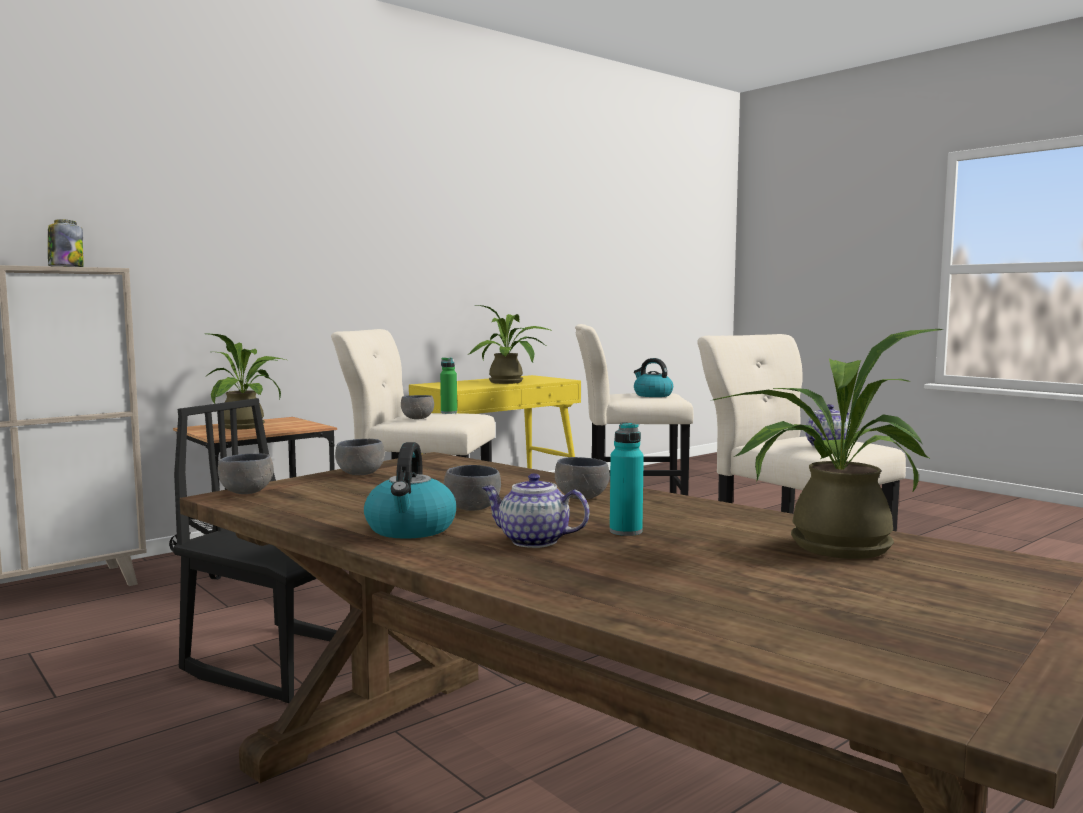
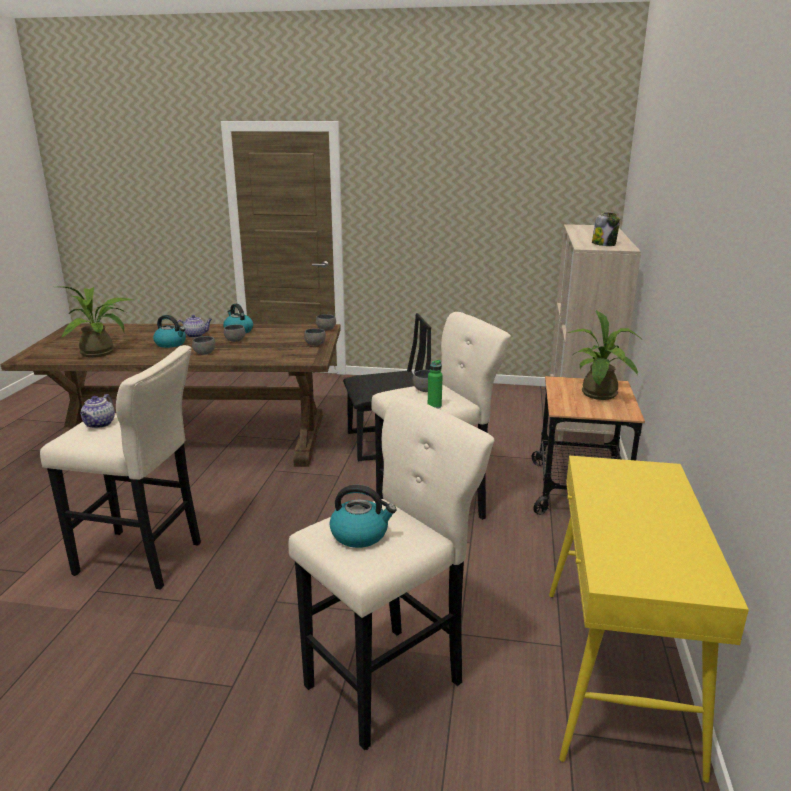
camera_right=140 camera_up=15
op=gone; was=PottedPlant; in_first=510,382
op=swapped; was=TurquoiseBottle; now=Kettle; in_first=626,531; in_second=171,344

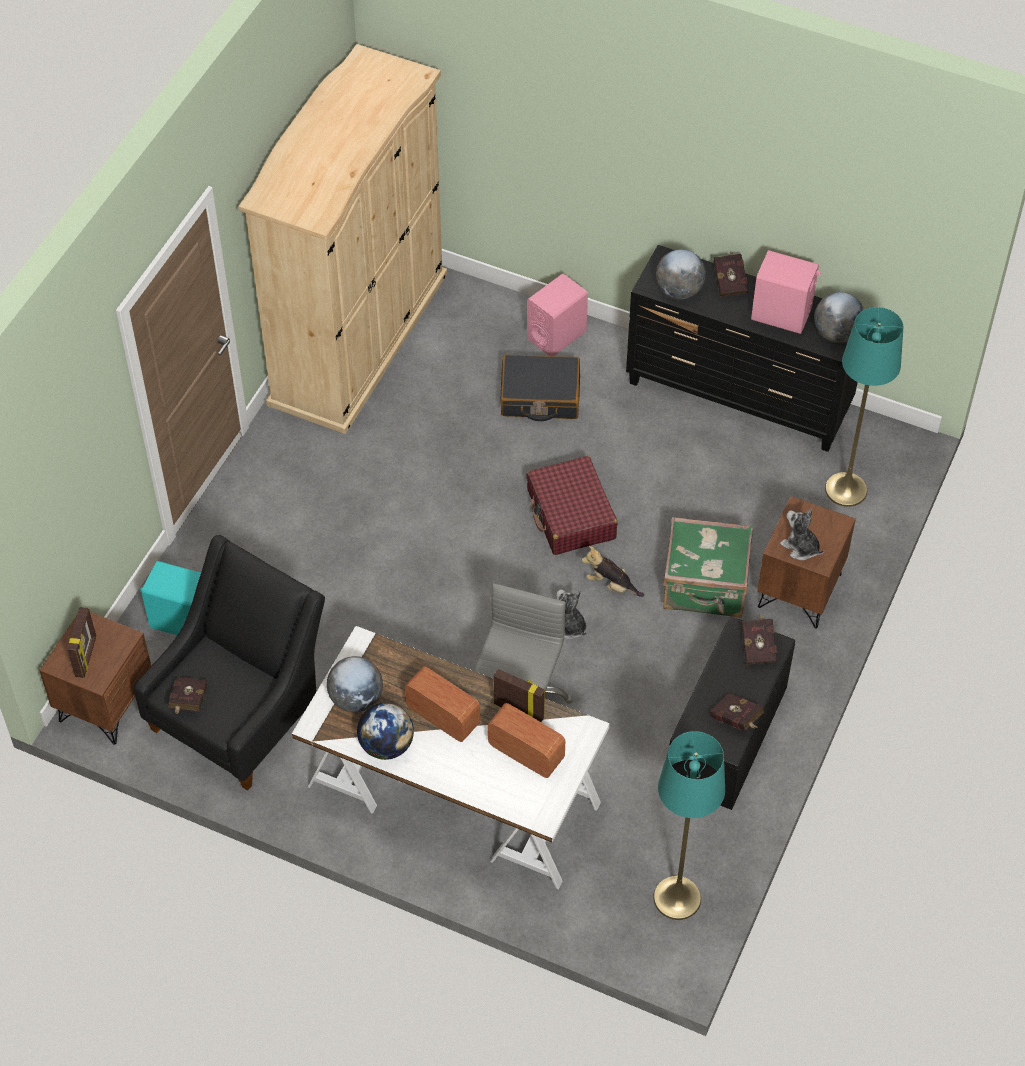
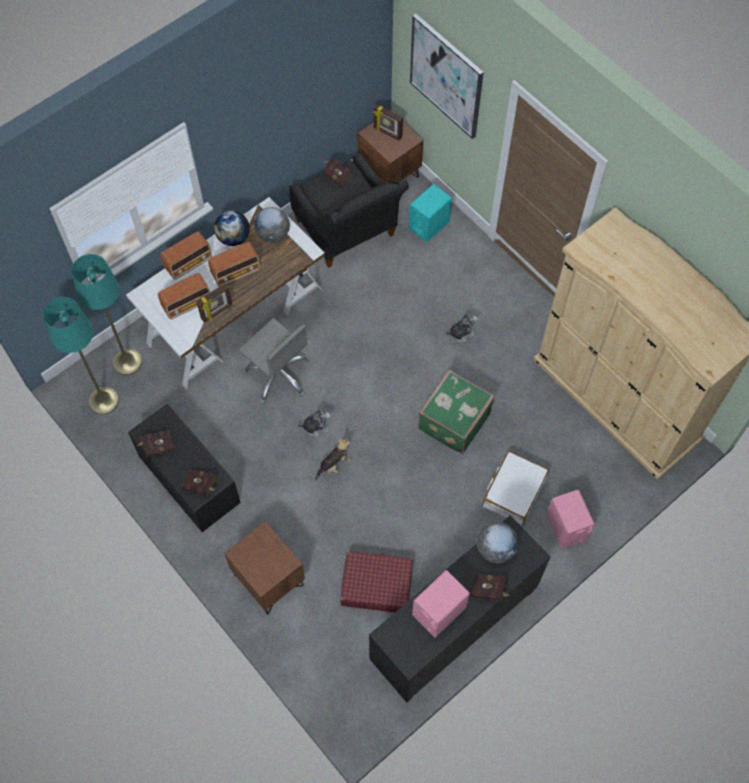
camera_right=115 camera_up=10
op=gone; was=Globe; in_first=836,334
op=new; now=Radio; in_second=189,263
op=new; now=Picture; in_second=446,76
op=shifted; was=RedSuitcase; in_first=571,515; in_second=376,585
op=shifted; was=GreenSuitcase; in_first=705,587; in_second=452,421
op=shifted; was=PlushToy; in_first=800,547; in_second=461,333
op=shifted; was=TurquoiseFloorLamp; in_first=846,489; in_second=127,361
op=repainted; was=BlackSuitcase; now=WhiteSuitcase; in_first=540,396; in_second=513,491

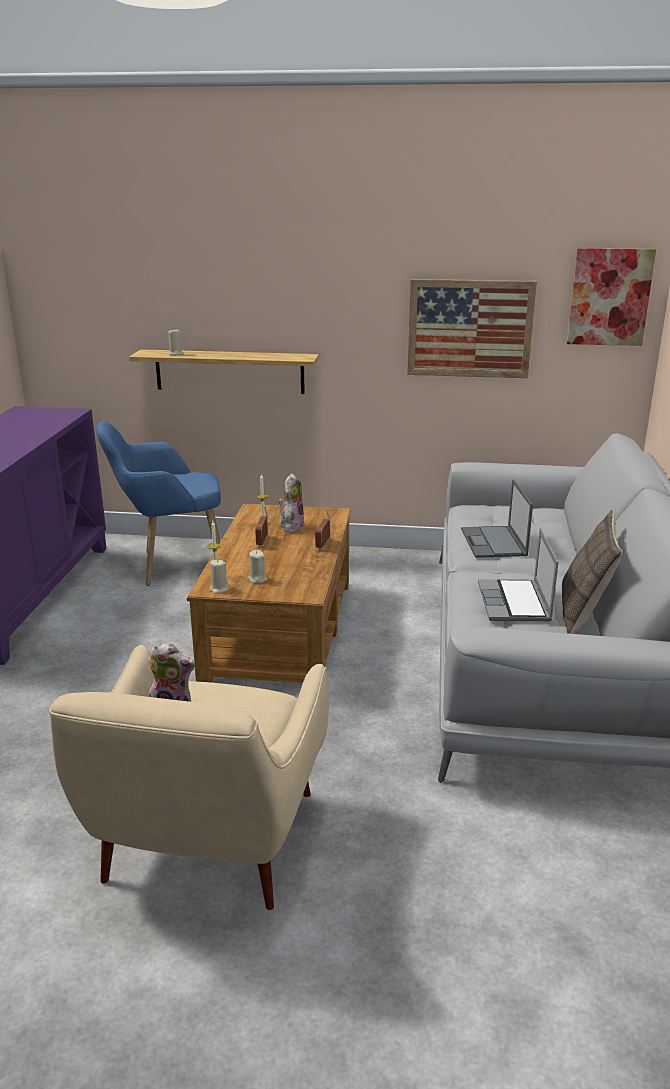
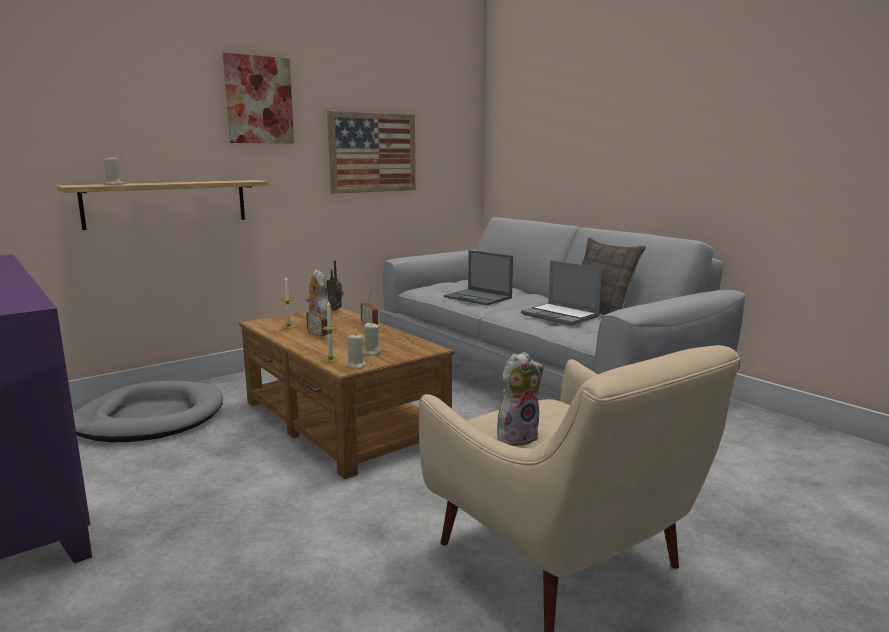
camera_right=-45 camera_up=-10
op=new; now=Radio; in_second=335,309
op=shifted; was=Picture; in_first=609,297; in_second=259,100
op=swapped; was=BlueArmchair; now=GreyDogBed; in_first=171,567; in_second=150,418

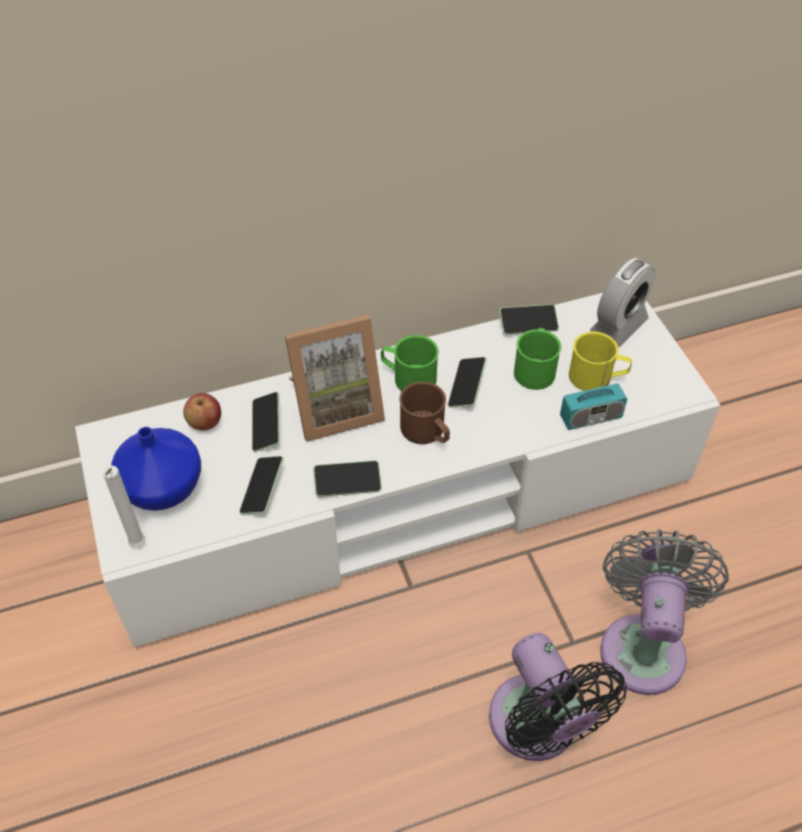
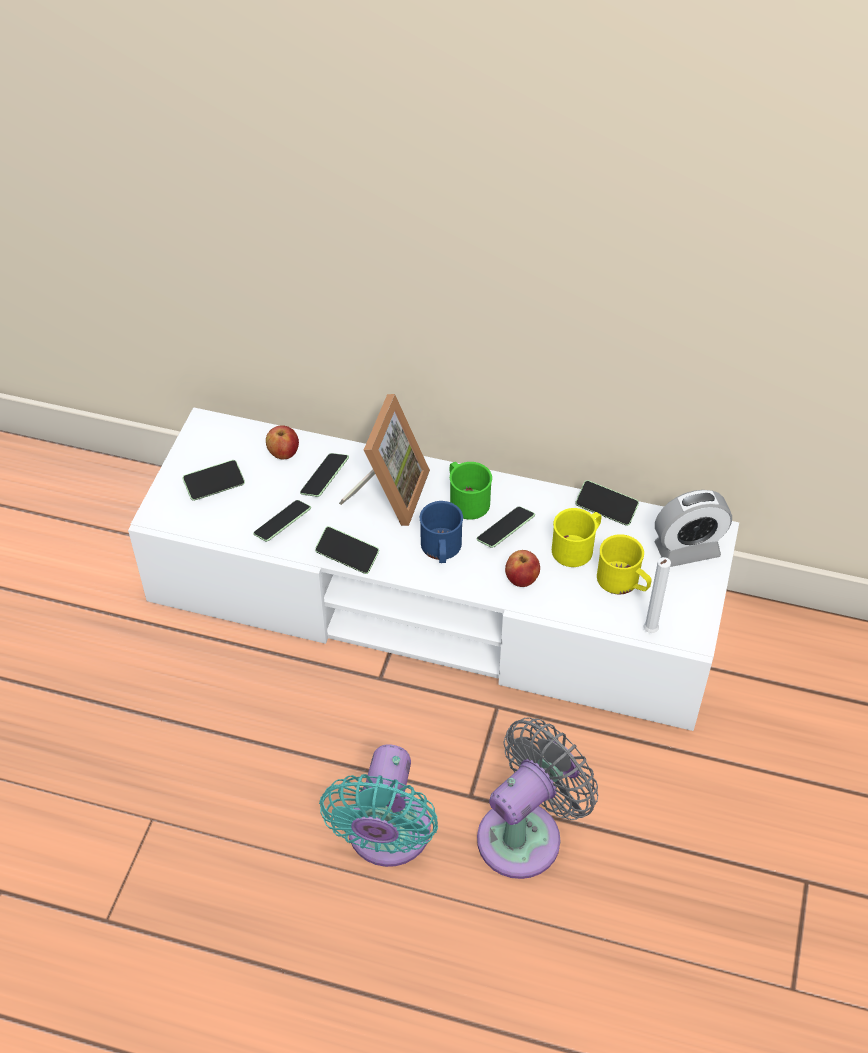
camera_right=35 camera_up=0
op=gone; was=Radio; in_first=590,417
op=new; now=Apple; in_second=522,579
op=shifted; was=WhiteCandle; in_first=137,546; in_second=649,632
op=swapped; was=BlueVase; now=Phone; in_first=161,489; in_second=214,485
op=repainted; was=BrownMug; now=BlueMug; in_first=426,432; in_second=441,550
op=repainted; was=BlackFan; now=TurquoiseFan; in_first=538,727; in_second=386,838
op=repainted; was=GreenMug; now=YellowMug; in_first=535,369; in_second=577,547
op=rotated; was=PictureFrame; in_first=335,407; in_second=388,493; clockwise=-90

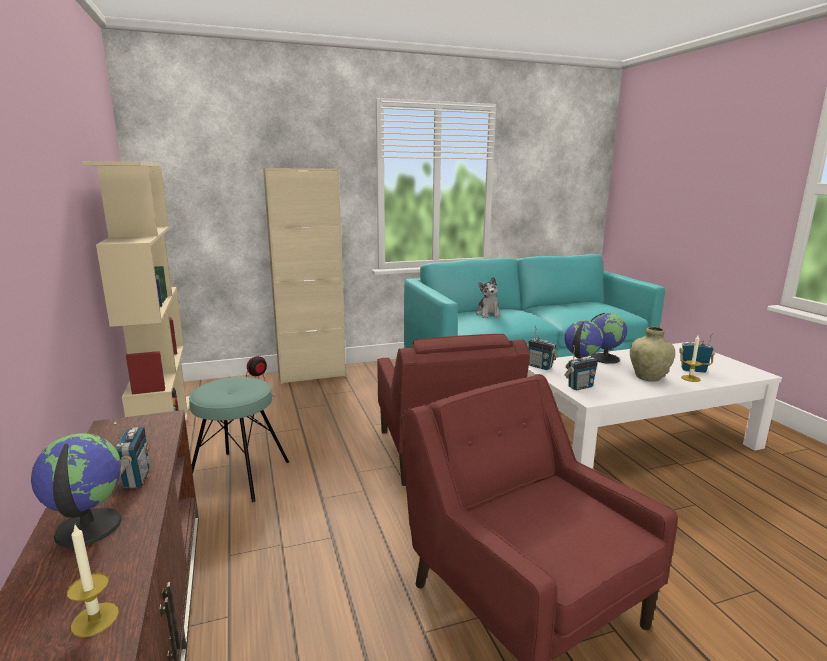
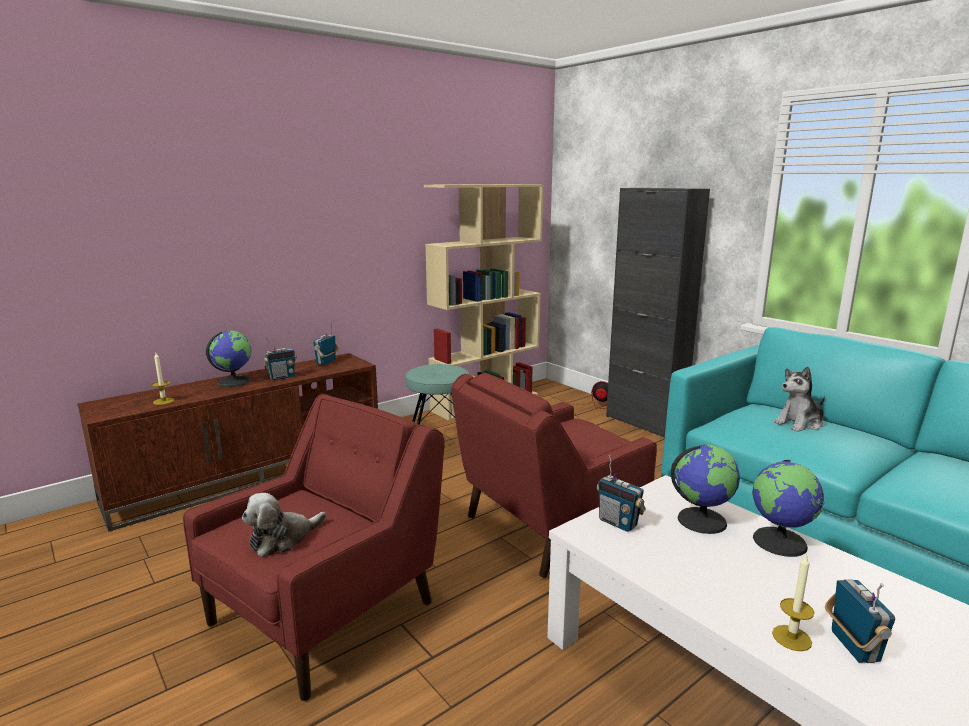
camera_right=70 camera_up=0
op=gone; was=BeigeVase; in_first=648,377
op=new; now=PlushToy; in_second=283,539
op=shifted; was=Radio; in_first=540,366; in_second=326,362
op=repainted; was=BeigeCabinet; now=BlackCabinet; in_first=312,375; in_second=644,423

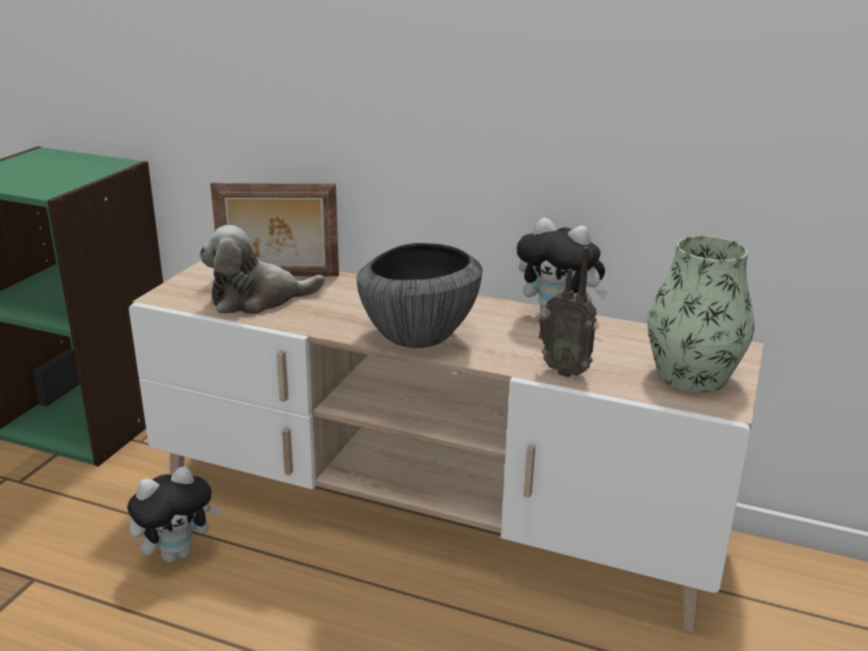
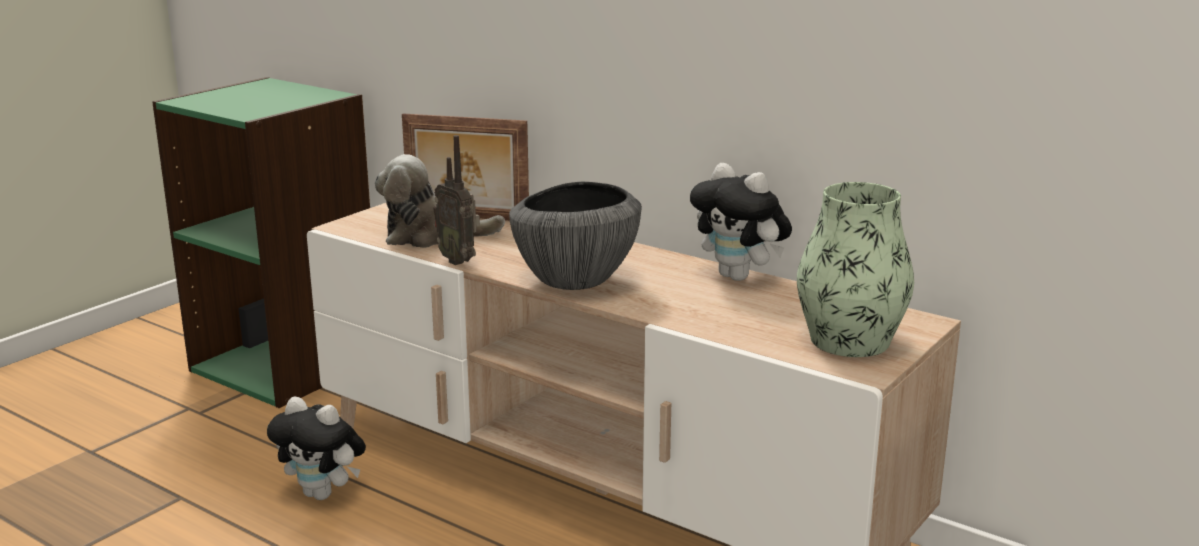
camera_right=15 camera_up=-5
op=shifted; was=Radio; in_first=565,370; in_second=459,260
op=rotated; was=PlushToy; in_first=177,553; in_second=323,494; clockwise=45

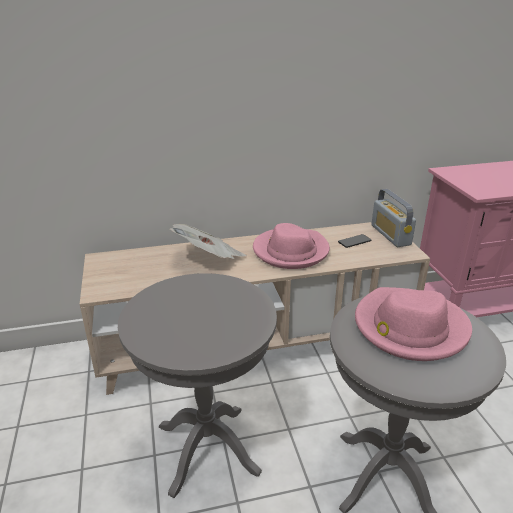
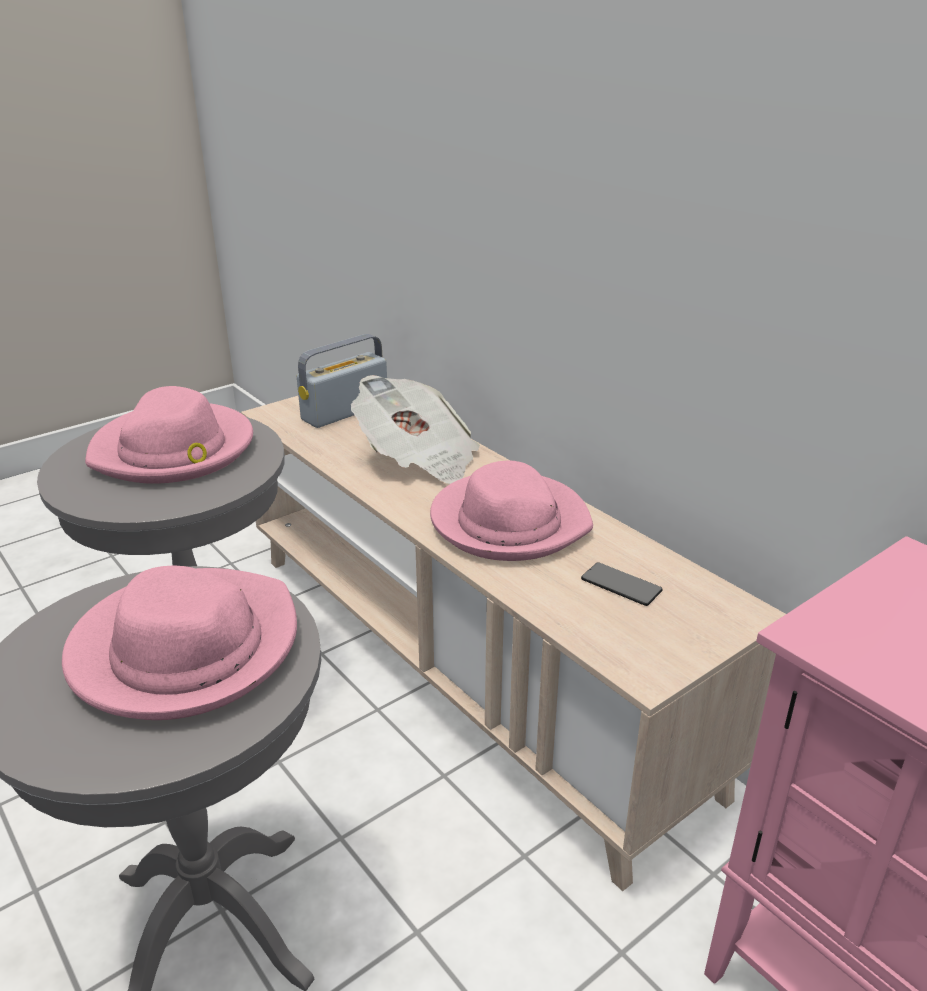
camera_right=65 camera_up=0
op=new; now=PinkHat; in_second=174,450
op=shifted; was=Radio; in_first=390,235; in_second=345,411

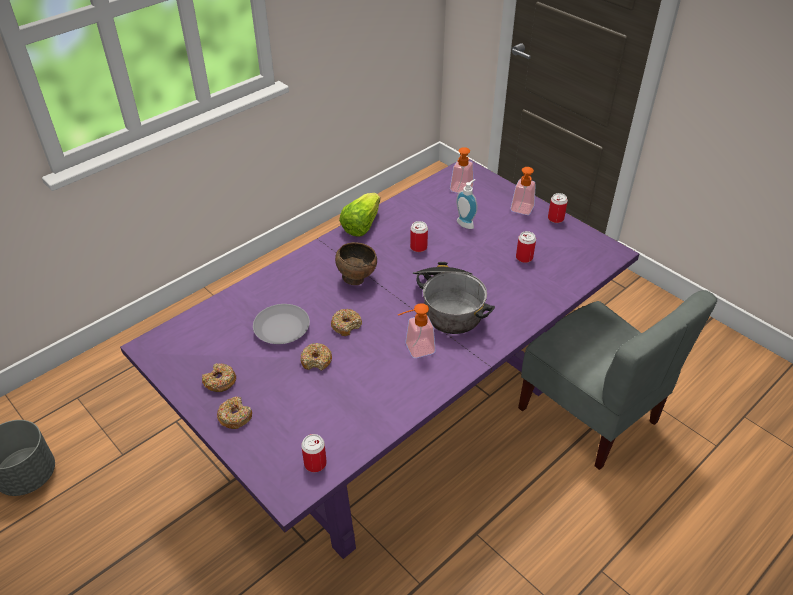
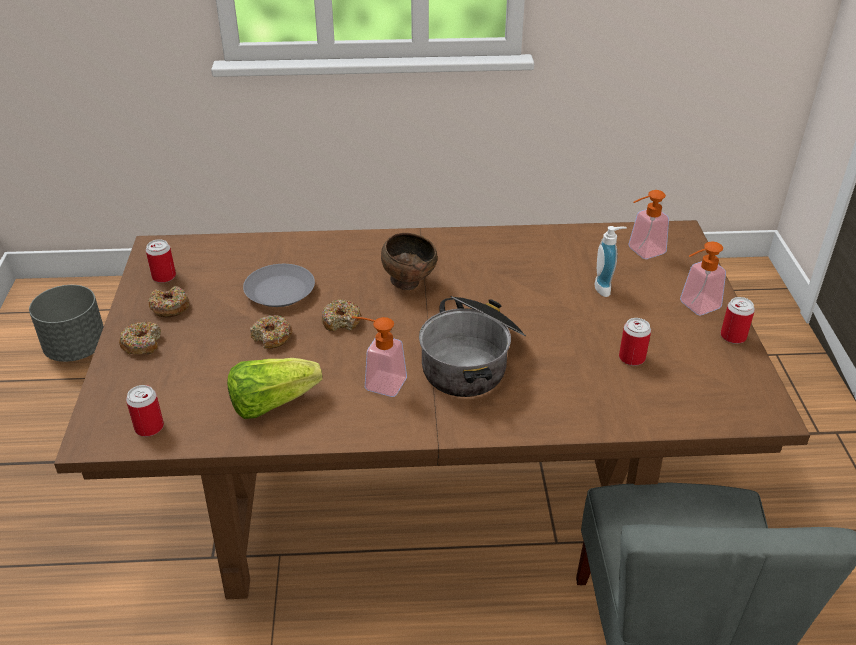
camera_right=40 camera_up=-5
op=shifted; was=Lettuce; in_first=361,225; in_second=272,403
op=shifted; was=Can; in_first=418,247; in_second=164,277
op=repainted; was=PurpleDiningTable; now=BrownDiningTable; in_first=395,417; in_second=425,496

